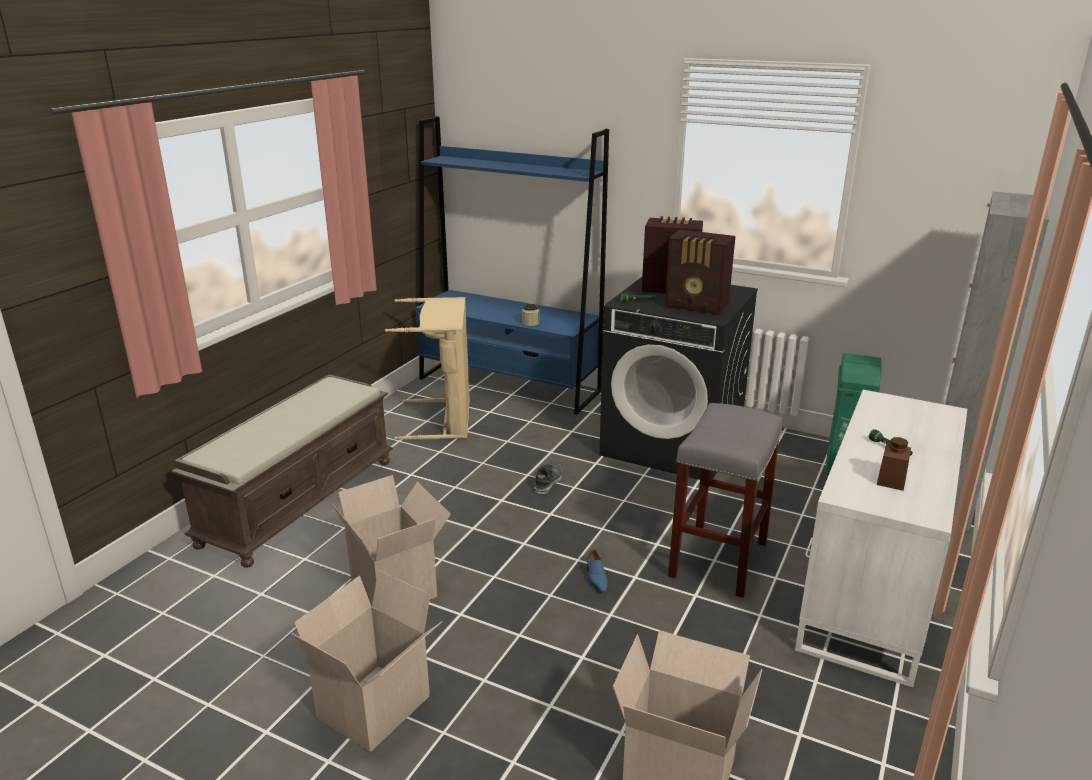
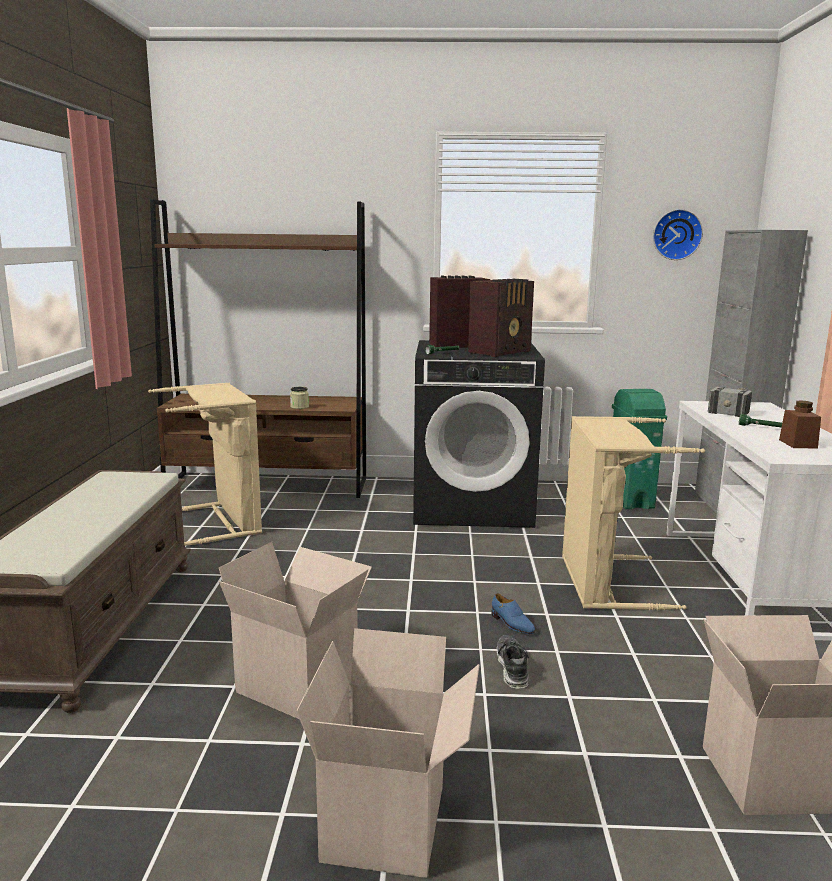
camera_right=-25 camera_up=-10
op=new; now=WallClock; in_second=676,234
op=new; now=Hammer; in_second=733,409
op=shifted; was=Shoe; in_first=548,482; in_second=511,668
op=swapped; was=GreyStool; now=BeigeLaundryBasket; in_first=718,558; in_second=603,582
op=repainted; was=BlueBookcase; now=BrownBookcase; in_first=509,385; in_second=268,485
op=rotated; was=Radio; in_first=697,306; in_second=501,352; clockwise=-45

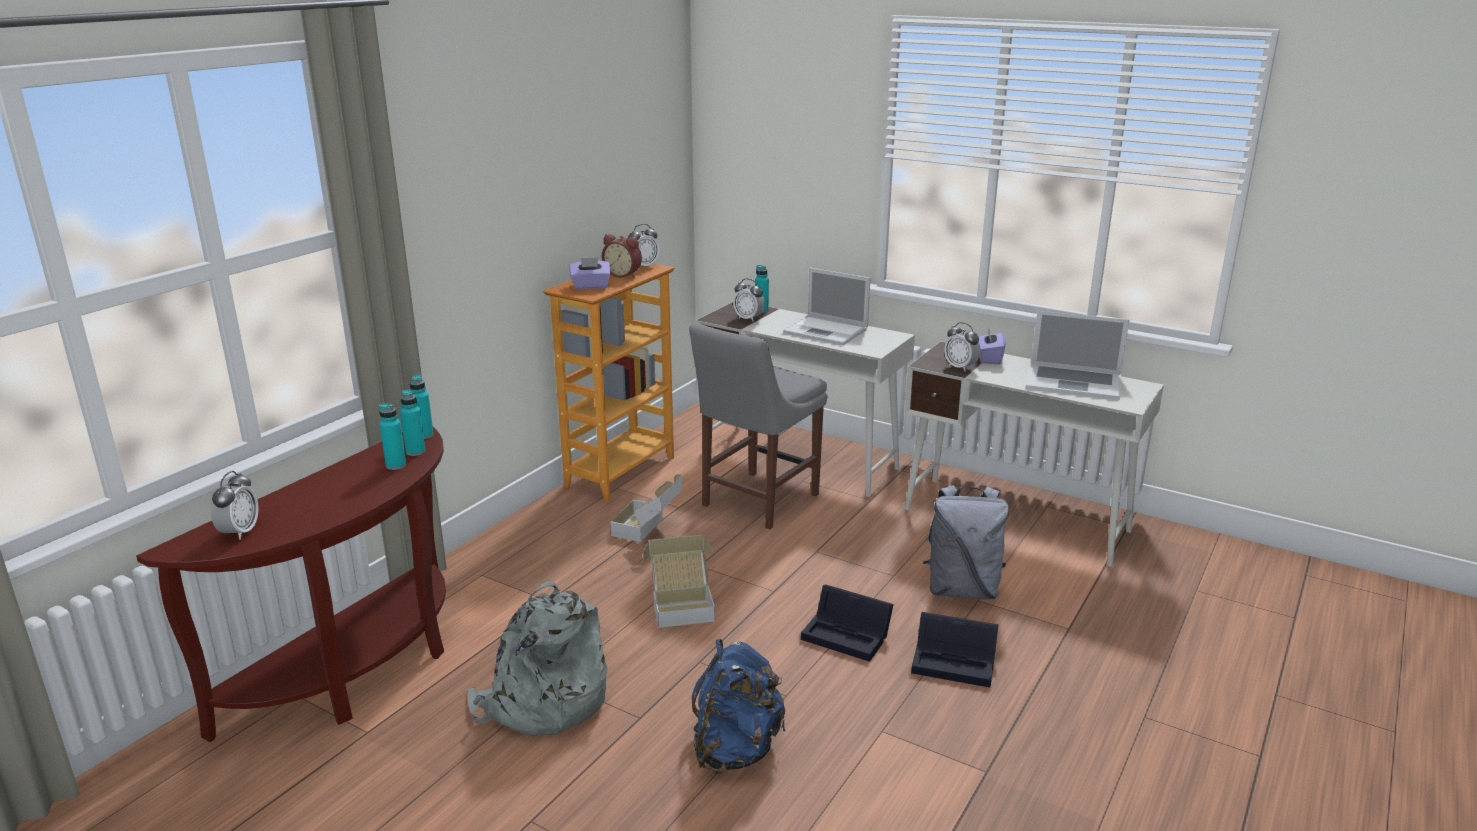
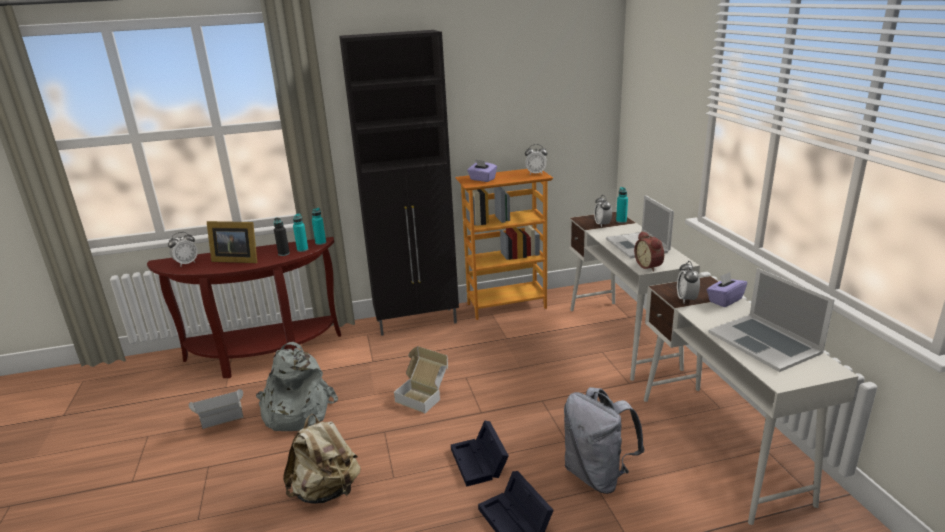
camera_right=45 camera_up=0
op=gone; was=GreyChair; in_first=756,502
op=new; now=PictureFrame; in_second=236,259
op=new; now=BlackCabinet; in_second=418,322
op=shifted; was=AlarmClock; in_first=623,274; in_second=649,266
op=shifted; was=CardboardBox; in_first=649,530; in_second=222,422
op=repainted; was=TurquoiseBottle; now=BlackBottle; in_first=396,465; in_second=284,254
op=repainted; was=BlueBackpack; now=BeigeBackpack; in_first=735,750; in_second=326,491

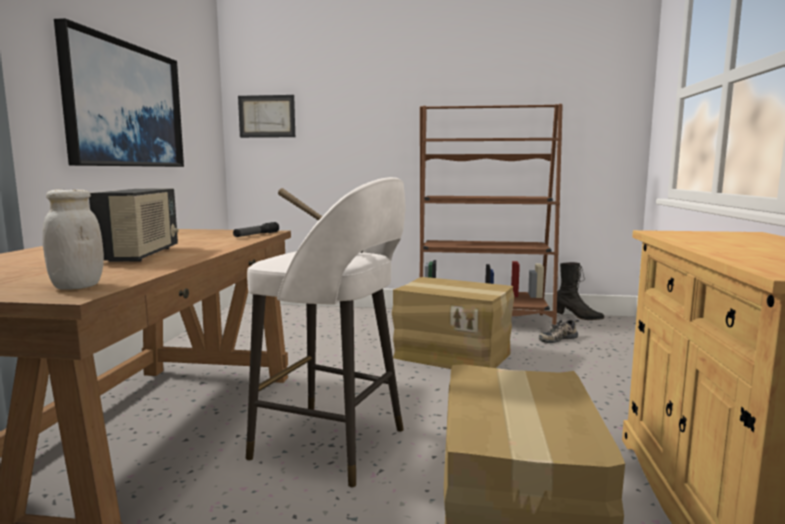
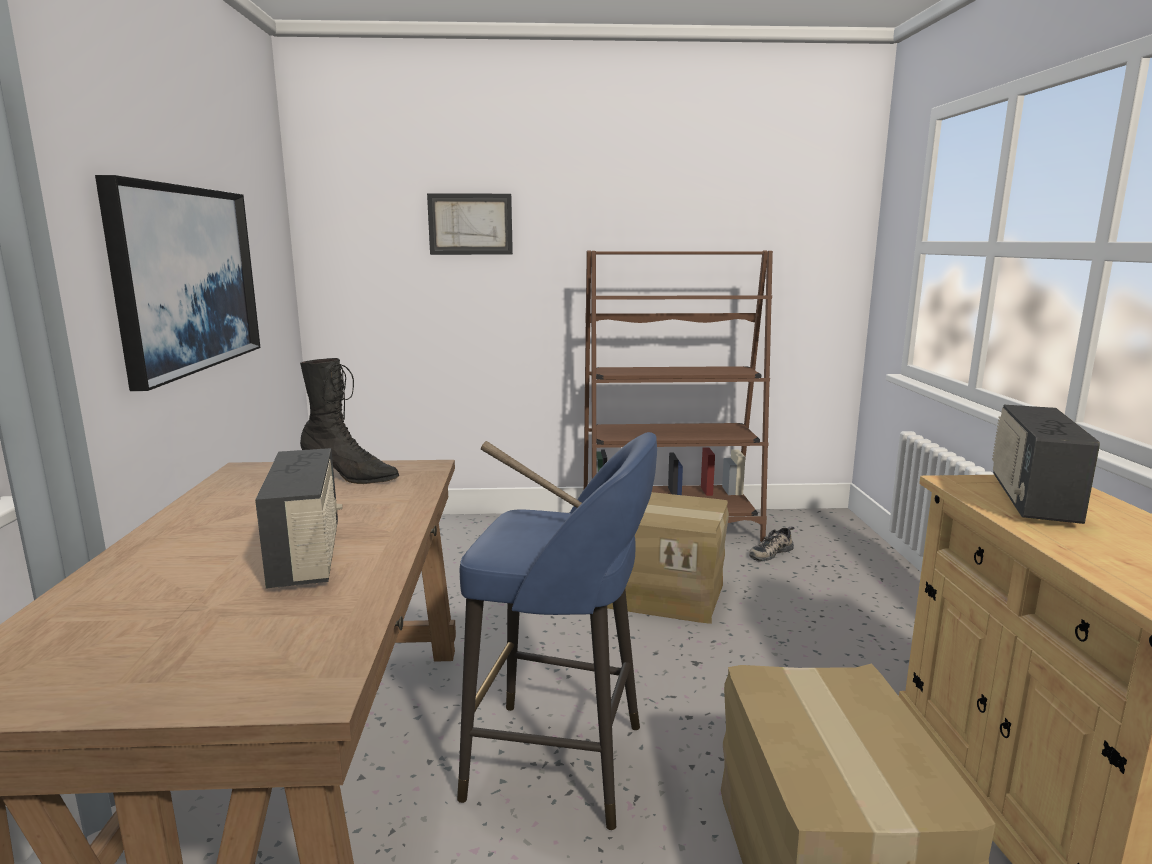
camera_right=-10 camera_up=5
op=gone; was=WhiteJar; in_first=77,286
op=gone; was=Flashlight; in_first=256,235
op=new; now=Radio; in_second=1030,500
op=shifted; was=Picture; in_first=267,116; in_second=470,224
op=shifted; was=BlackBoot; in_first=577,317; in_second=350,477
op=repainted; was=WhiteStool; now=BlueStool; in_first=333,445; in_second=561,763

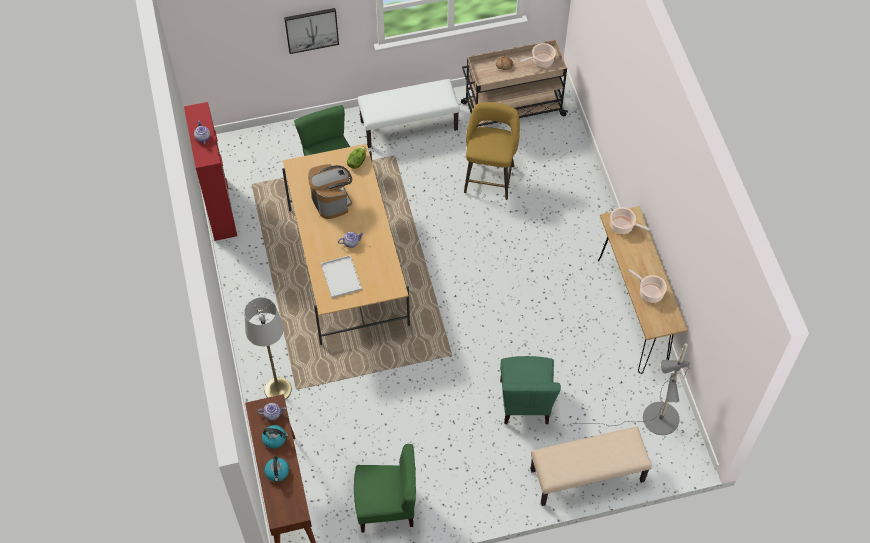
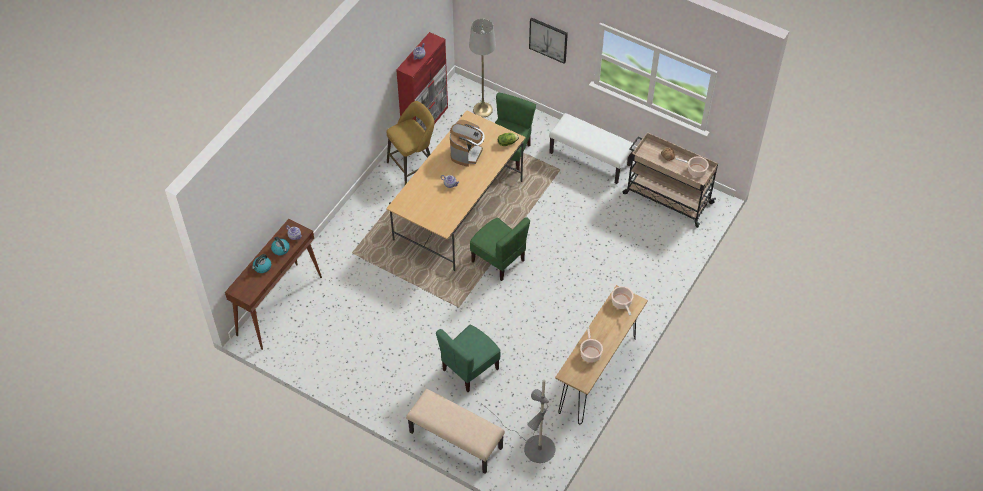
camera_right=45 camera_up=-5
op=gone; was=WhiteTray; in_first=340,276
op=shifted; was=GreyFloorLamp; in_first=278,389; in_second=483,109
op=shifted; was=GreenChair; in_first=386,506; in_second=499,260
op=shifted; was=YellowStool; in_first=489,176; in_second=413,165

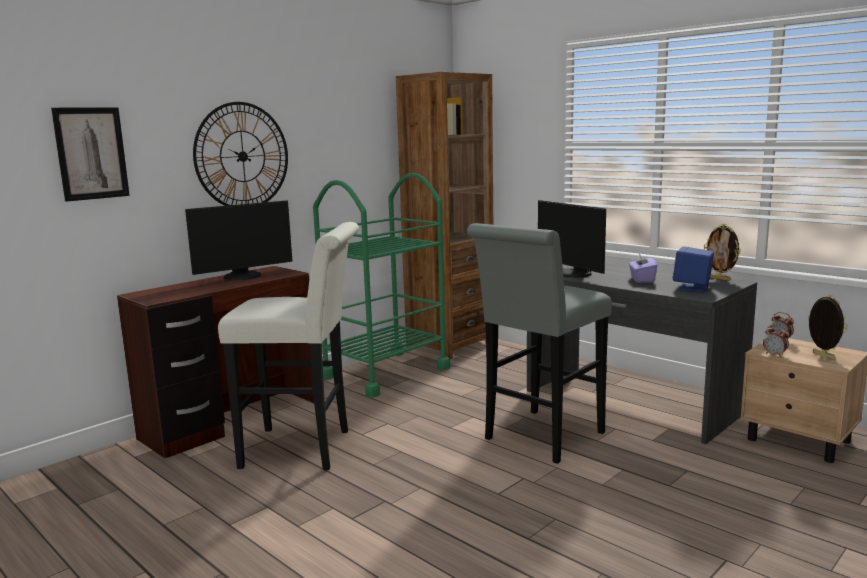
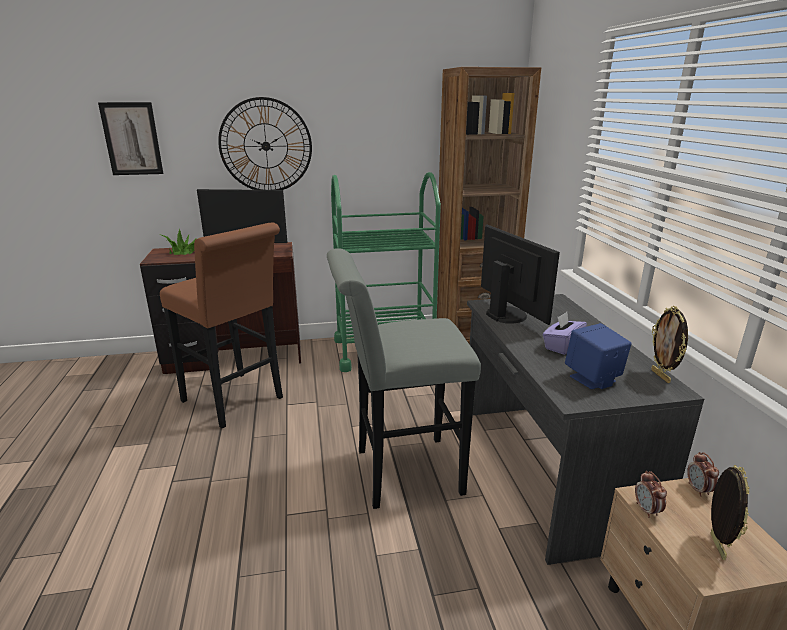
camera_right=35 camera_up=10
op=new; now=PottedPlant; in_second=182,251
op=repainted; was=WhiteStool; now=BrownStool; in_first=305,449; in_second=236,402
op=rotated; was=Monitor; in_first=572,274; in_second=508,315; clockwise=150

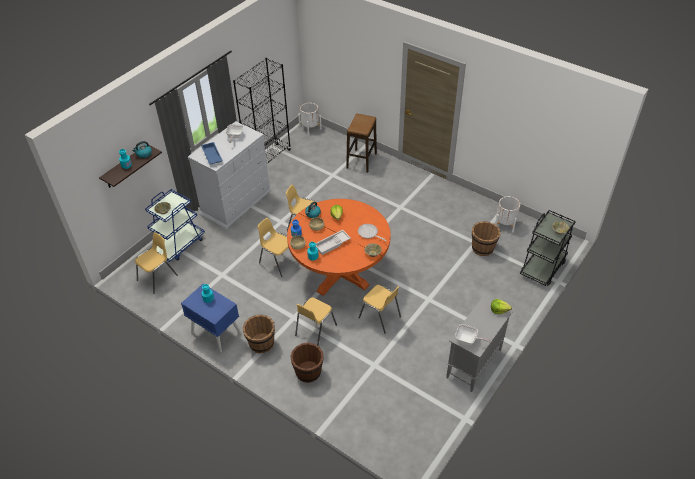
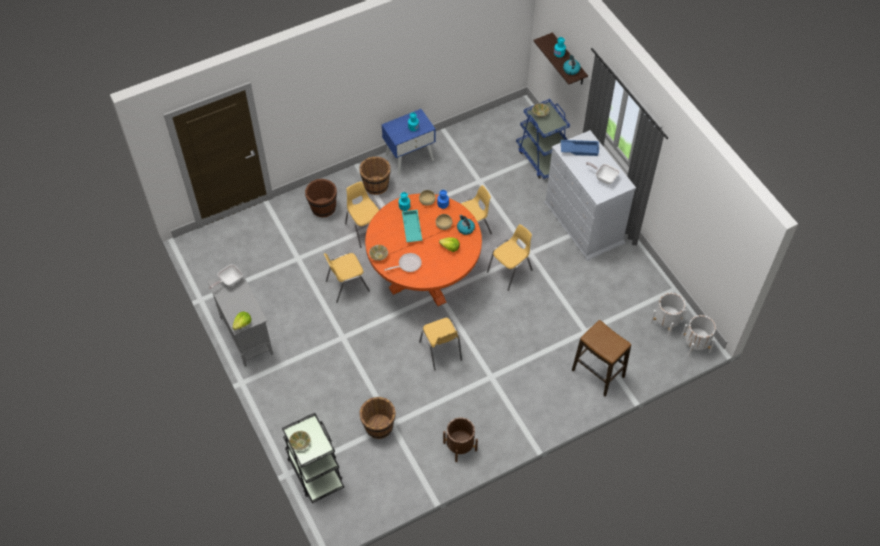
camera_right=115 camera_up=10
op=gone; was=BlackBookcase; in_first=268,158
op=new; now=BrownPlanter; in_second=460,446
op=shifted; was=YellowChair; in_first=158,278; in_second=441,351
op=shifted; was=WhitePlanter; in_first=505,224; in_second=666,322
op=repainted; was=WhiteTray; now=TurquoiseTray; in_first=332,244; in_second=411,228

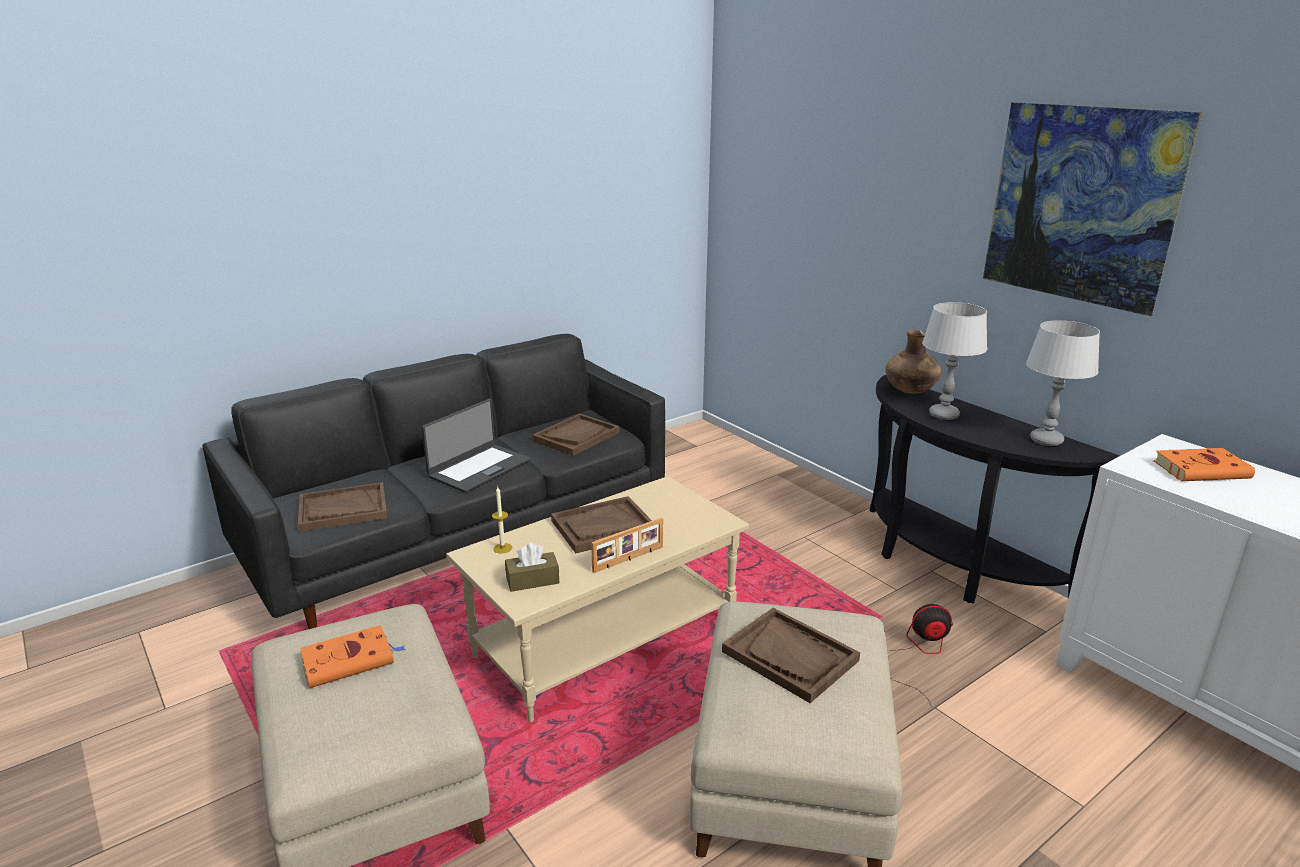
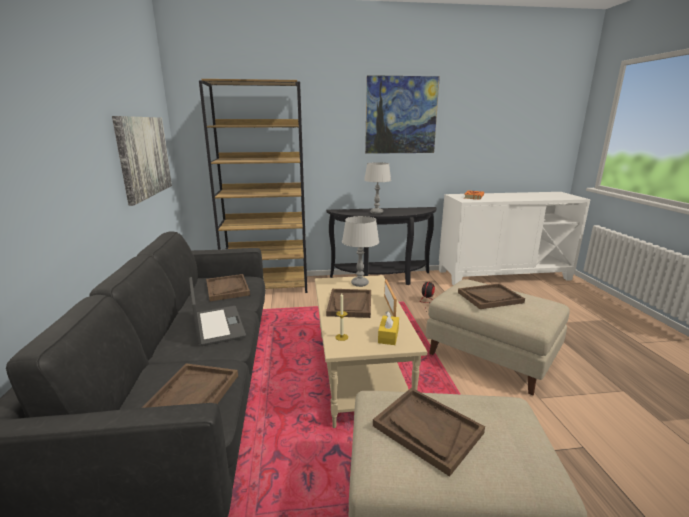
camera_right=-60 camera_up=-5
op=gone; was=BrownVase; in_first=910,391
op=new; now=Picture; in_second=144,156
op=new; now=BrownBookcase; in_second=267,286
op=shifted; was=GreyTableLamp; in_first=1046,440; in_second=360,284
op=swapped; was=OrangeBook; now=BrownTray; in_first=351,660; in_second=427,429
op=repainted; was=BrownTissueBox; now=YellowTissueBox; in_first=532,580; in_second=388,336

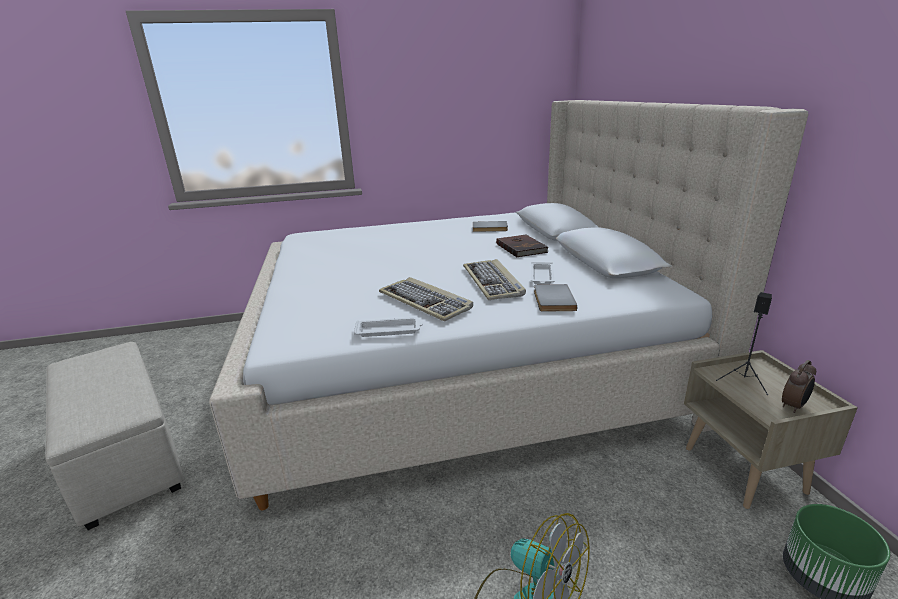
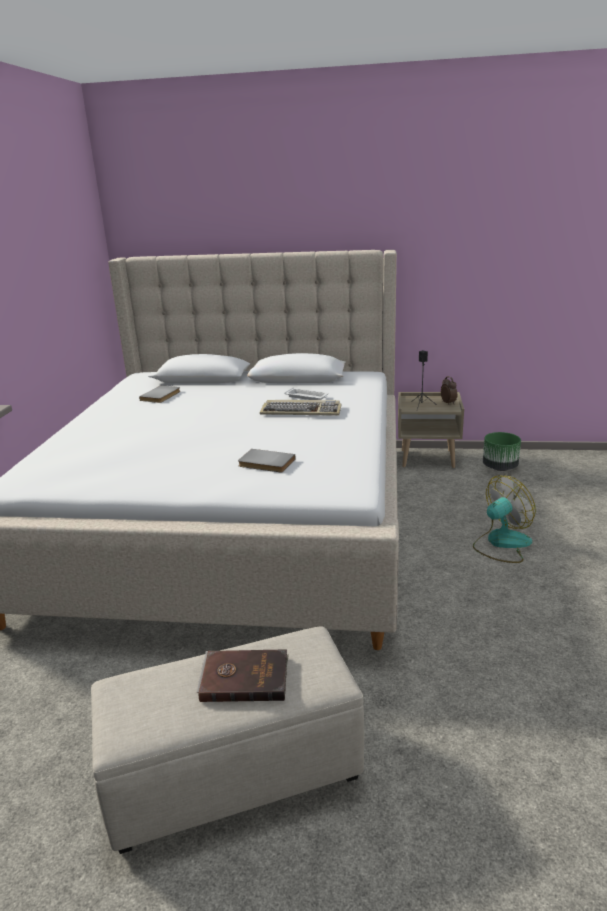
camera_right=-70 camera_up=0
op=gone; was=WhiteTray; in_first=389,330
op=gone; was=Keyboard; in_first=426,302
op=shifted; was=BrownBook; in_first=522,248; in_second=244,677
op=shifted; was=GreyBook; in_first=552,300; in_second=266,463

